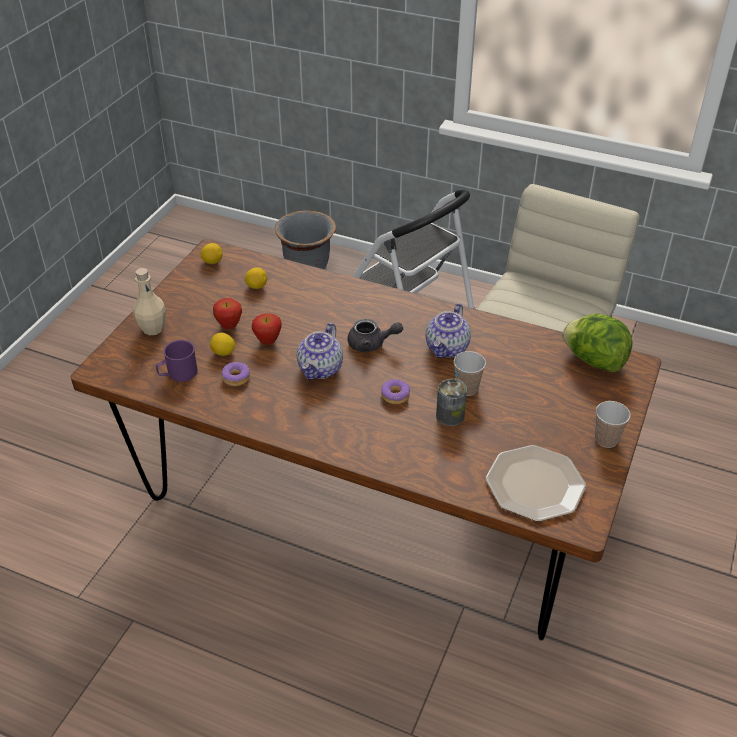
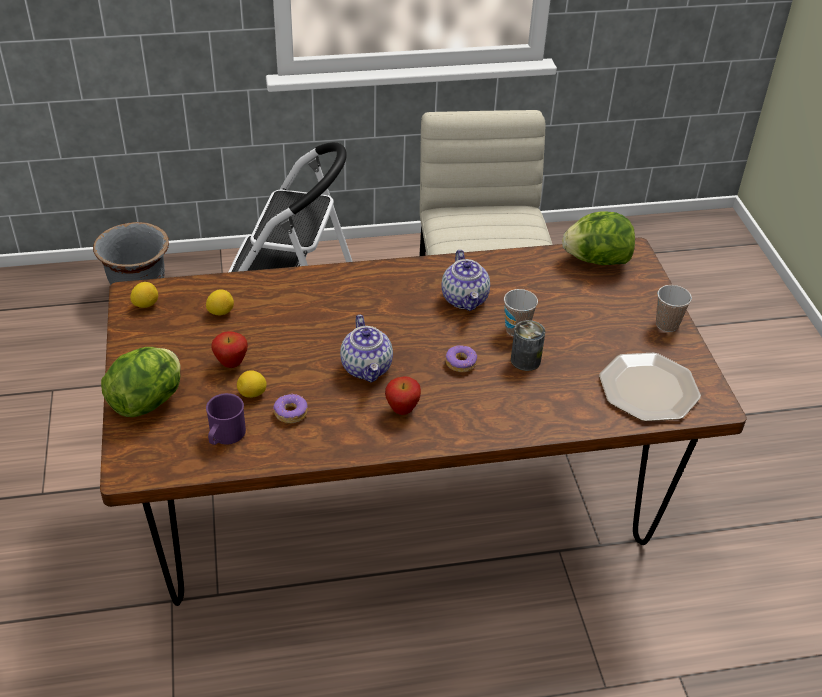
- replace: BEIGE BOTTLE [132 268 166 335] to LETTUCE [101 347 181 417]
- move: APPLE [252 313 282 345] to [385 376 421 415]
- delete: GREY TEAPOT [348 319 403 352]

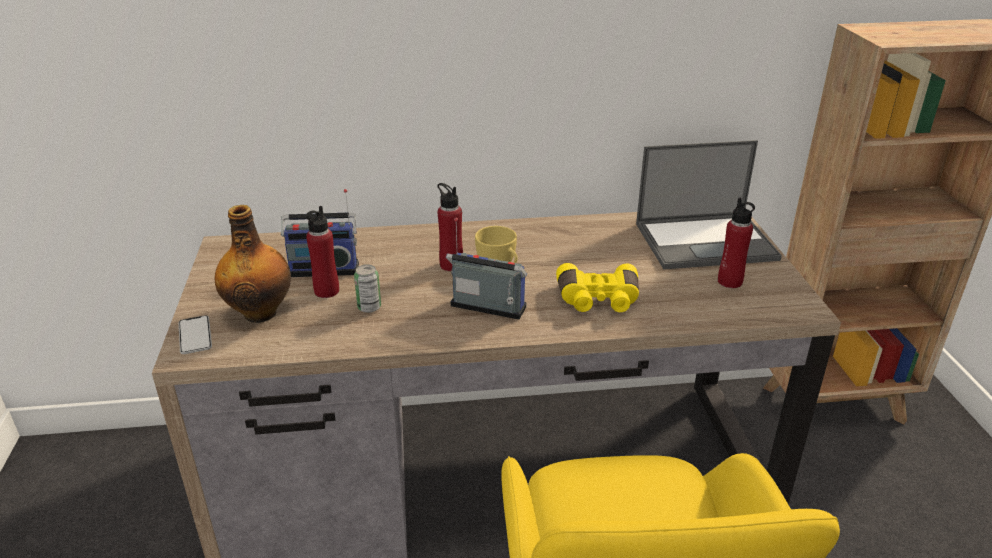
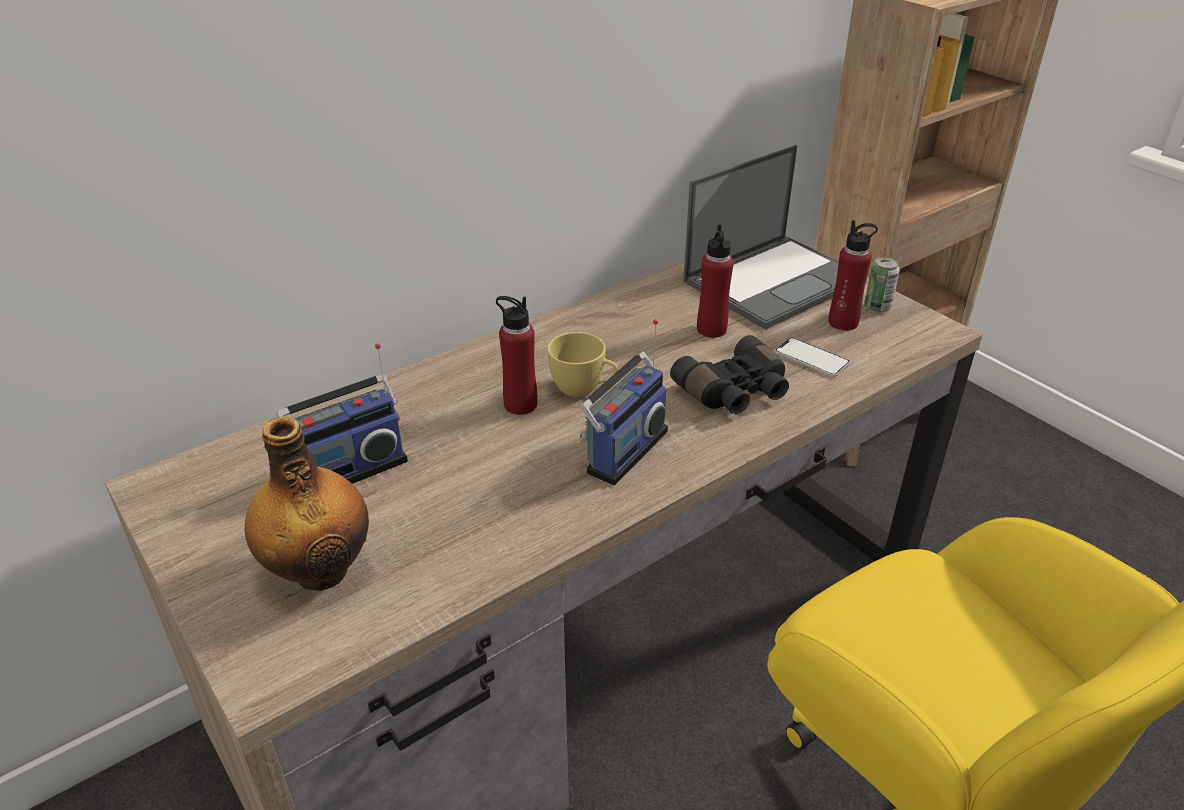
- move: RED BOTTLE [306 206 339 298] to [697 225 734 338]
- rotate: RADIO [446 218 527 319] = [579 319 668 486] 135 degrees clockwise
- recolor: YELLOW BINOCULARS [556 263 639 312] to BLACK BINOCULARS [670 335 789 414]
- move: CAN [354 264 381 313] to [864 257 900 312]
- move: PHONE [178 315 212 354] to [775 337 850 377]

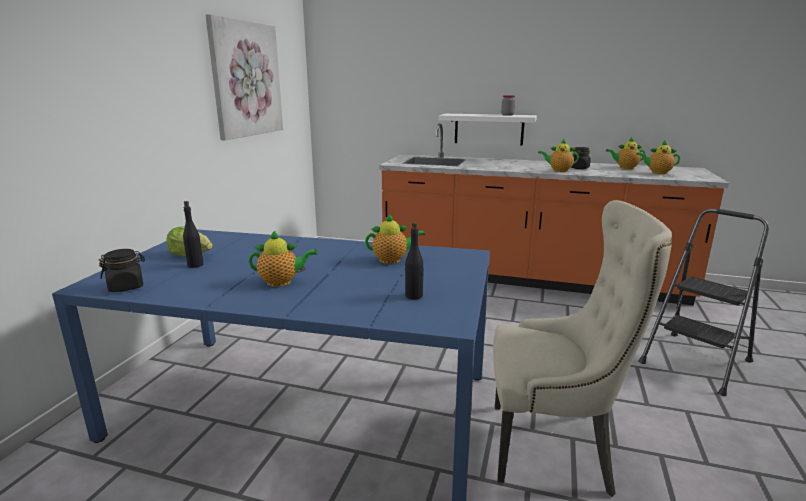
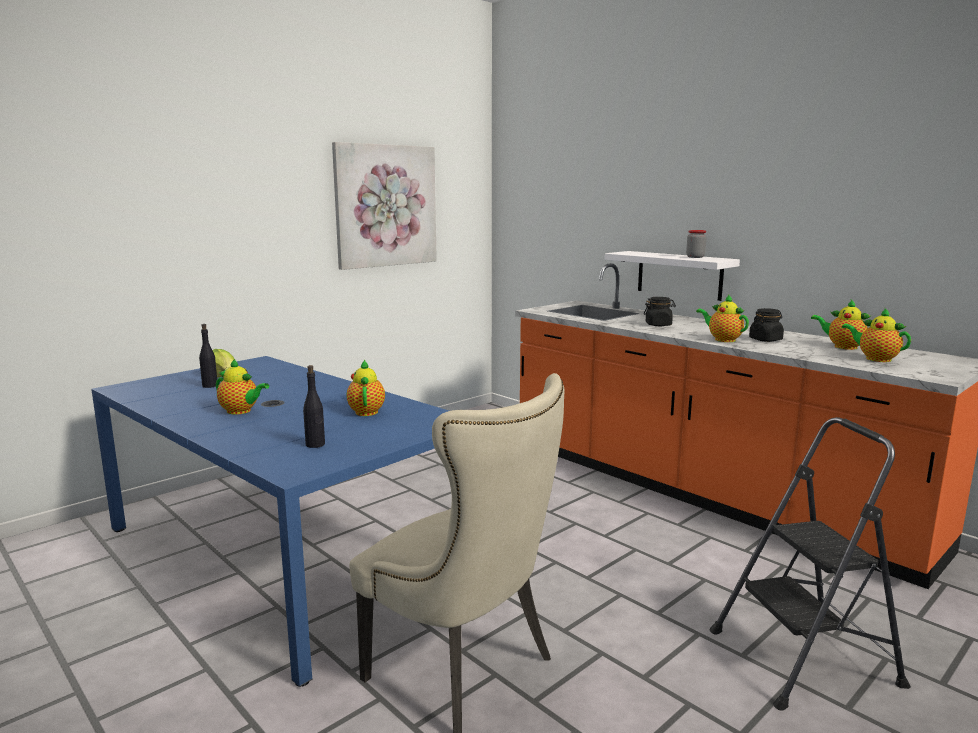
- rotate: TEAPOT [365 214 425 264] = [347 359 385 416] 120 degrees counterclockwise
- move: BLACK JAR [99 249 145 292] to [644 297 676 326]

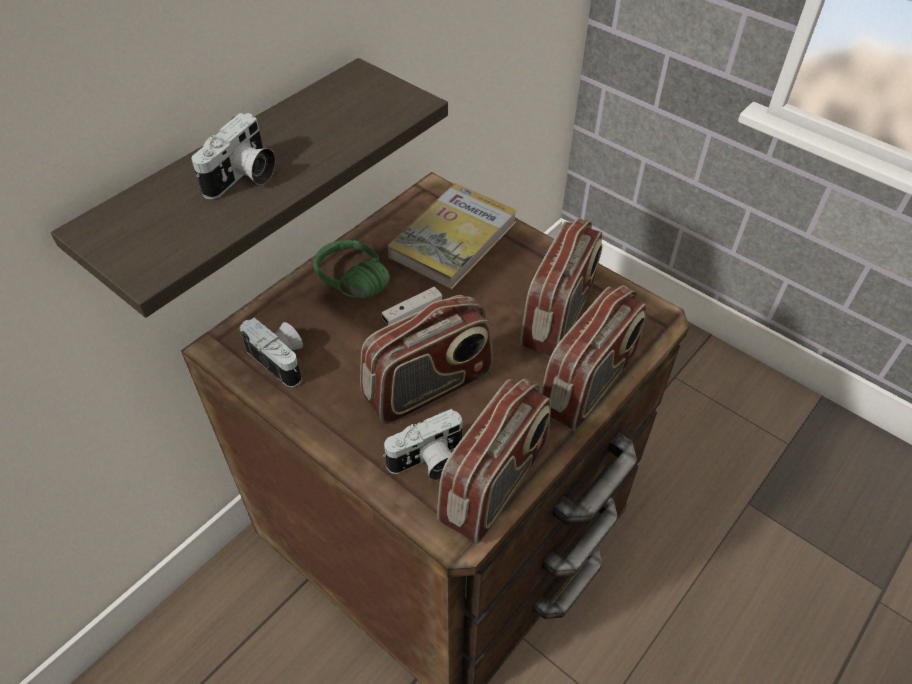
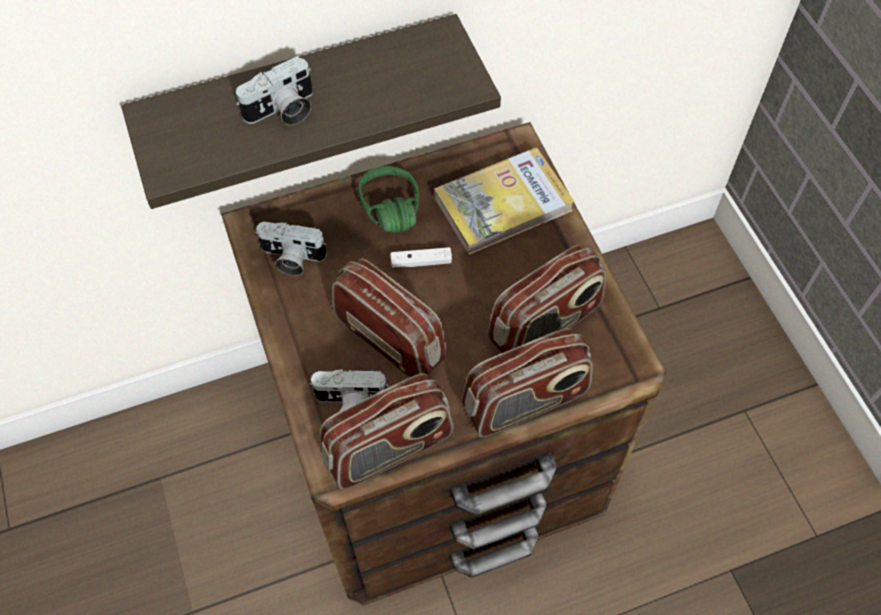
- rotate: RADIO [360 295 493 424] = [332 258 447 378] 135 degrees counterclockwise
- rotate: PHOTO CAMERA [240 318 303 387] = [256 222 327 276] 120 degrees clockwise

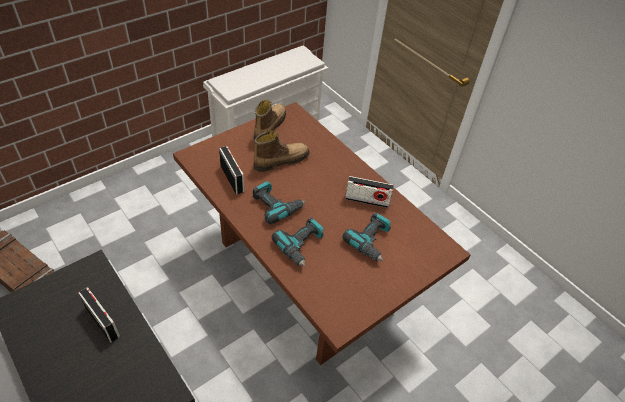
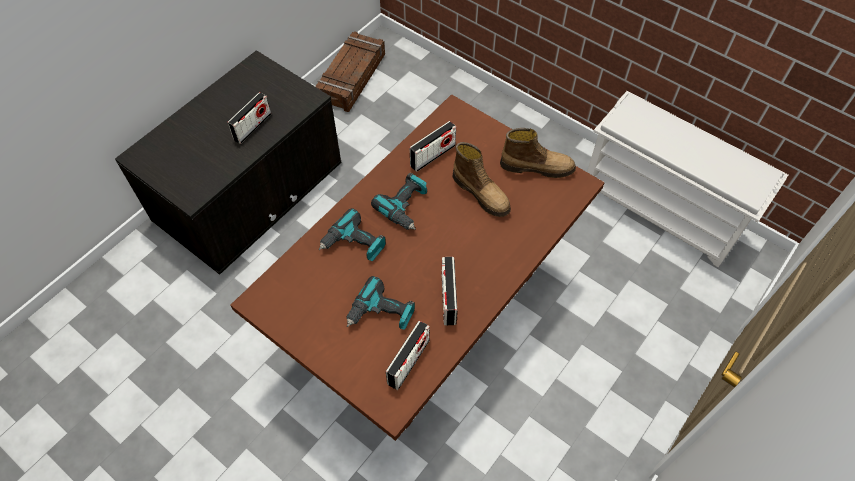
- insert: RADIO [386 321 430 390]

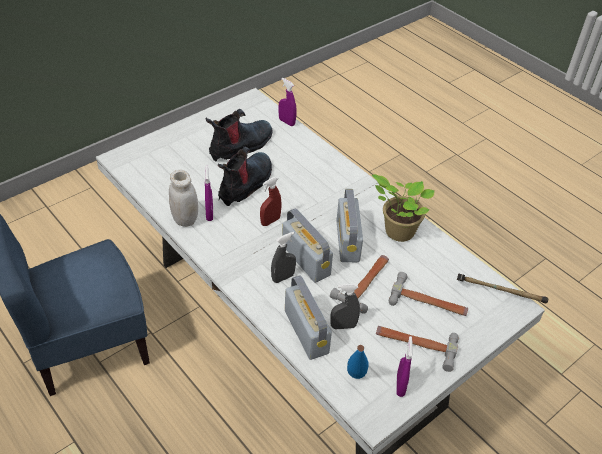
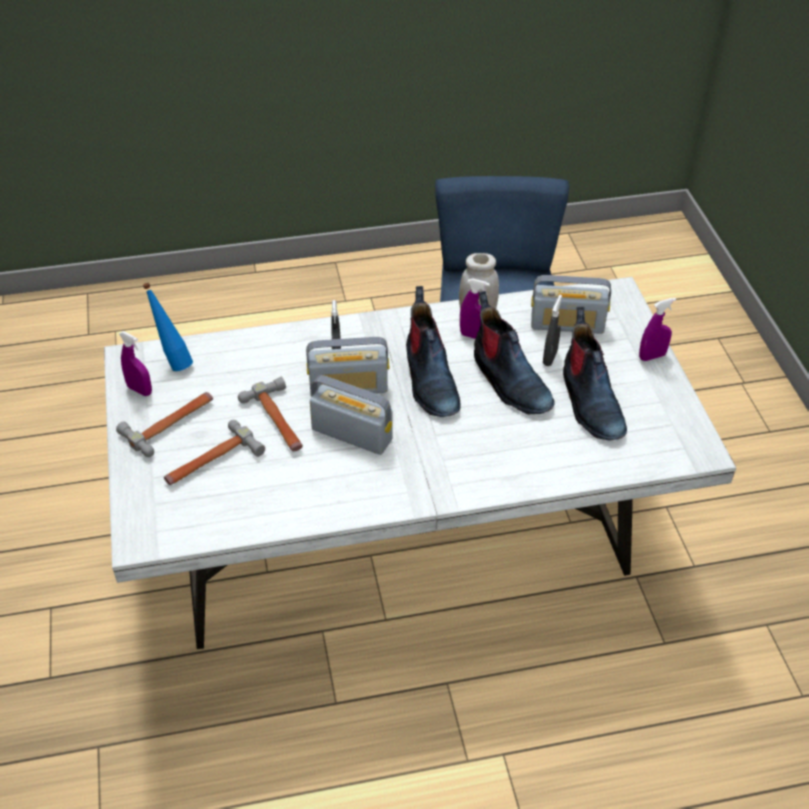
- move: PURPLE SPRAY BOTTLE [278 78 297 126] to [639 298 676 361]
- delete: POTTED PLANT [372 174 435 242]
- replace: RED SPRAY BOTTLE [260 177 282 226] to BOOT [406 286 461 417]
- delete: HAMMER [457 274 549 303]
- move: RADIO [285 275 332 360] to [531 275 611 334]
- move: GREY SPRAY BOTTLE [330 284 360 329] to [543 294 562 366]

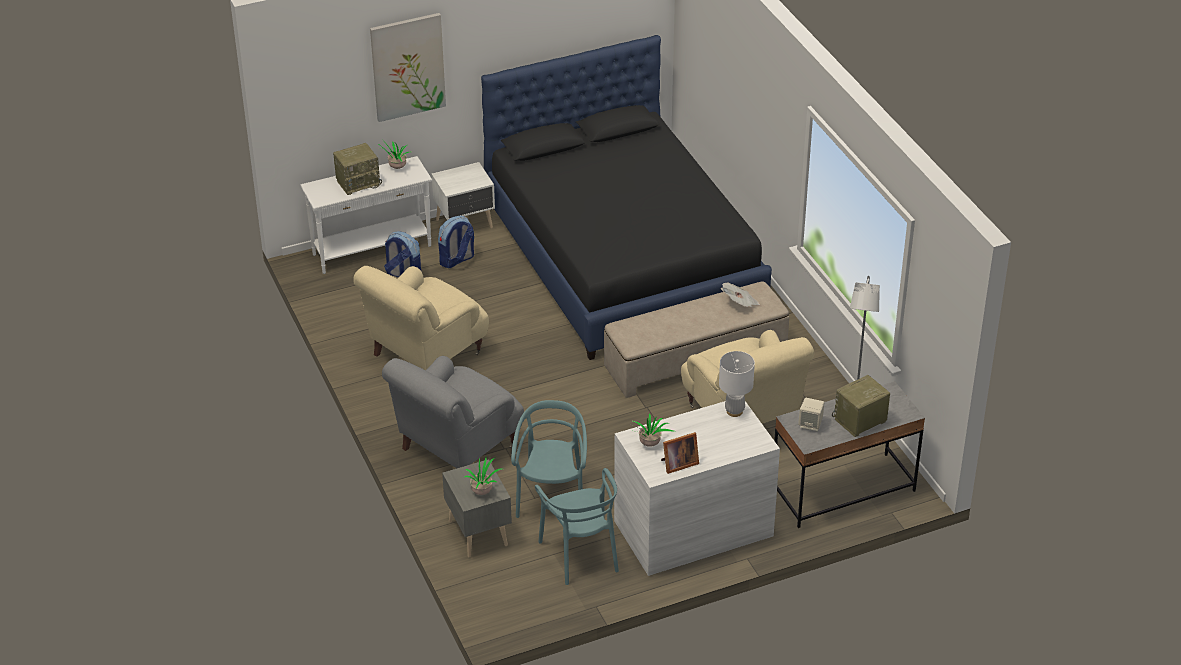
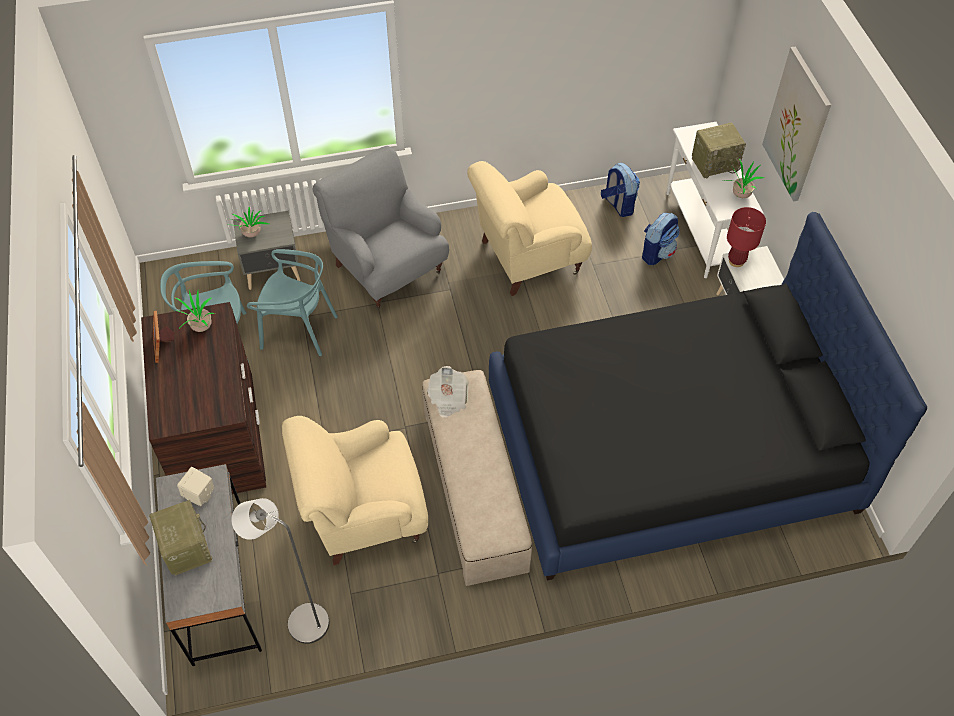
- rotate: RADIO [333 143 382 195] = [692 123 746 178] 90 degrees counterclockwise
- move: BACKPACK [438 216 474 268] to [601 163 640 217]
- rotate: BEIGE ARMCHAIR [353 266 489 370] = [467 161 592 296] 75 degrees counterclockwise
- move: NEWSPAPER [721 283 760 307] to [427 366 469 418]
- delete: WHITE TABLE LAMP [719 351 755 417]
- recolor: WHITE DRESSER [614 401 780 576] to BROWN DRESSER [141 302 266 494]
- insert: RED TABLE LAMP [727 207 766 267]

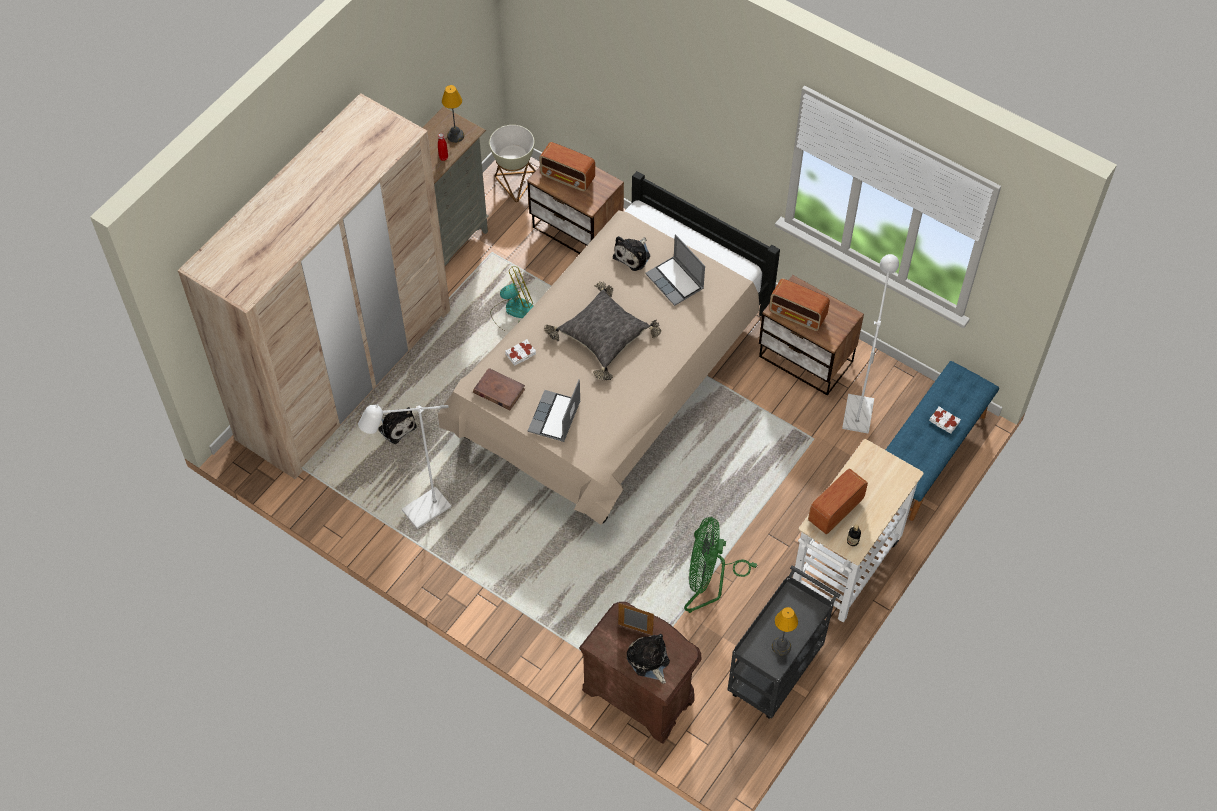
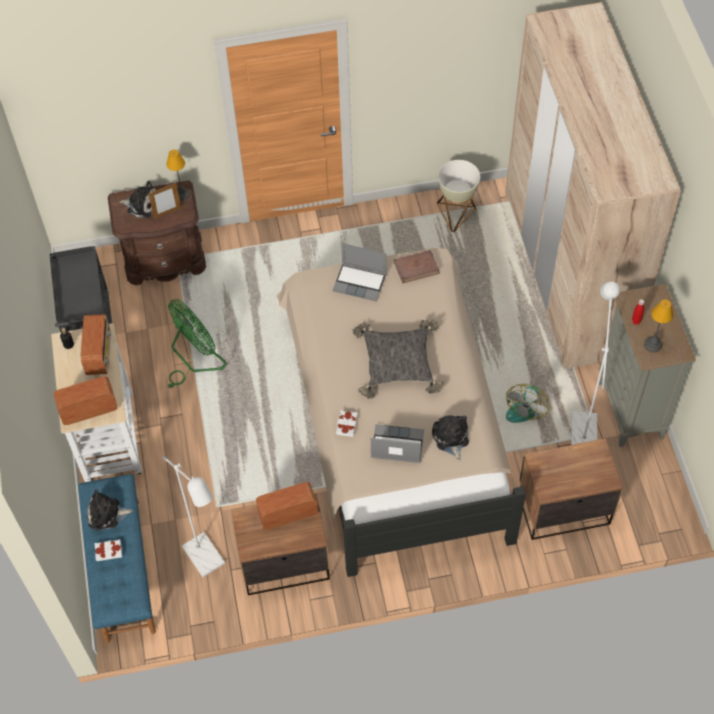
- move: PLANTER [489 125 536 202] to [437 160 480 232]
- move: RADIO [539 142 595 192] to [53 376 117 425]
- move: WHITE BOOK [505 339 536 366] to [336 410 357 437]
- rotate: LAPTOP [528 379 581 442] = [333 243 386 302] 135 degrees clockwise
- move: WHITE FLOOR LAMP [358 404 451 529] to [571 281 620 445]
- move: PLUSH TOY [379 407 417 444] to [87 489 133 530]
- move: TABLE LAMP [772 607 798 656] to [166 150 190 201]

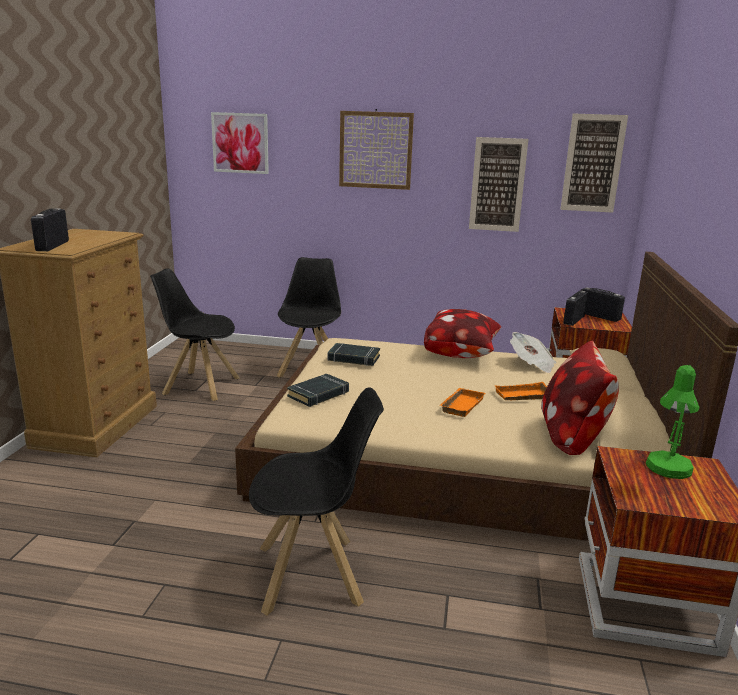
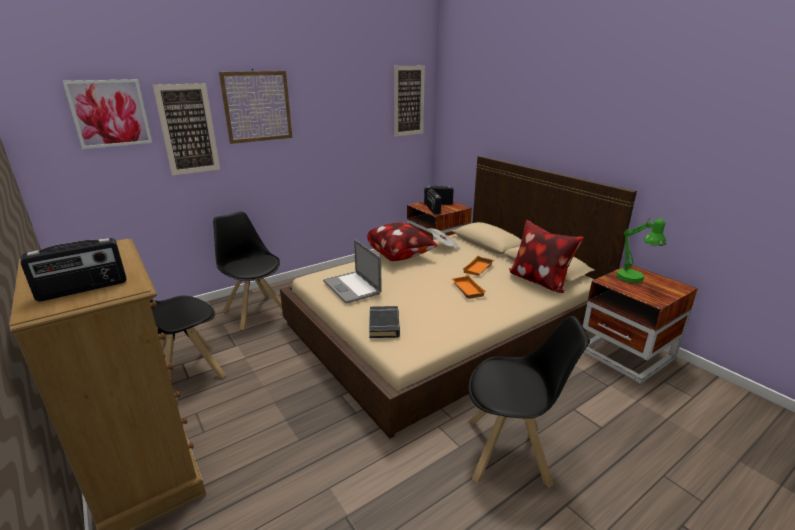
- move: PICTURE [469 137 528 232] to [153 83 220 176]
- rotate: RADIO [31 208 69 251] = [20 238 127 301] 75 degrees counterclockwise
- replace: BLACK BOOK [328 343 380 366] to LAPTOP [323 239 382 303]
- rotate: BLACK CHAIR [249 387 384 615] = [468 316 590 488] 60 degrees clockwise

